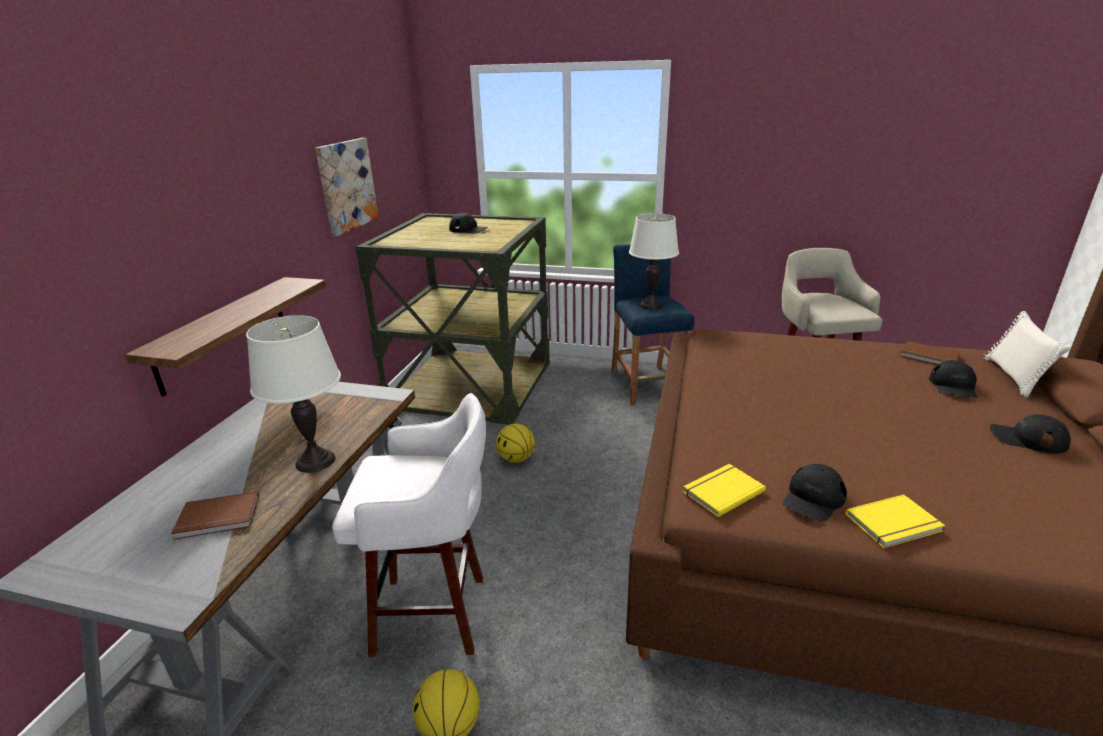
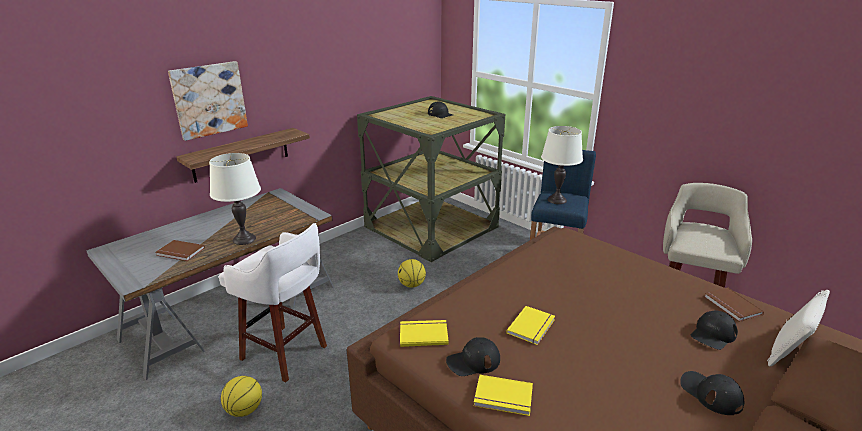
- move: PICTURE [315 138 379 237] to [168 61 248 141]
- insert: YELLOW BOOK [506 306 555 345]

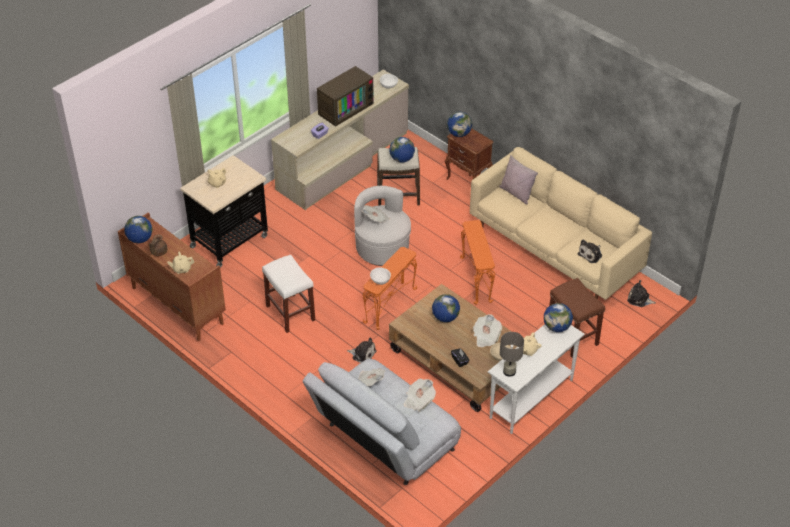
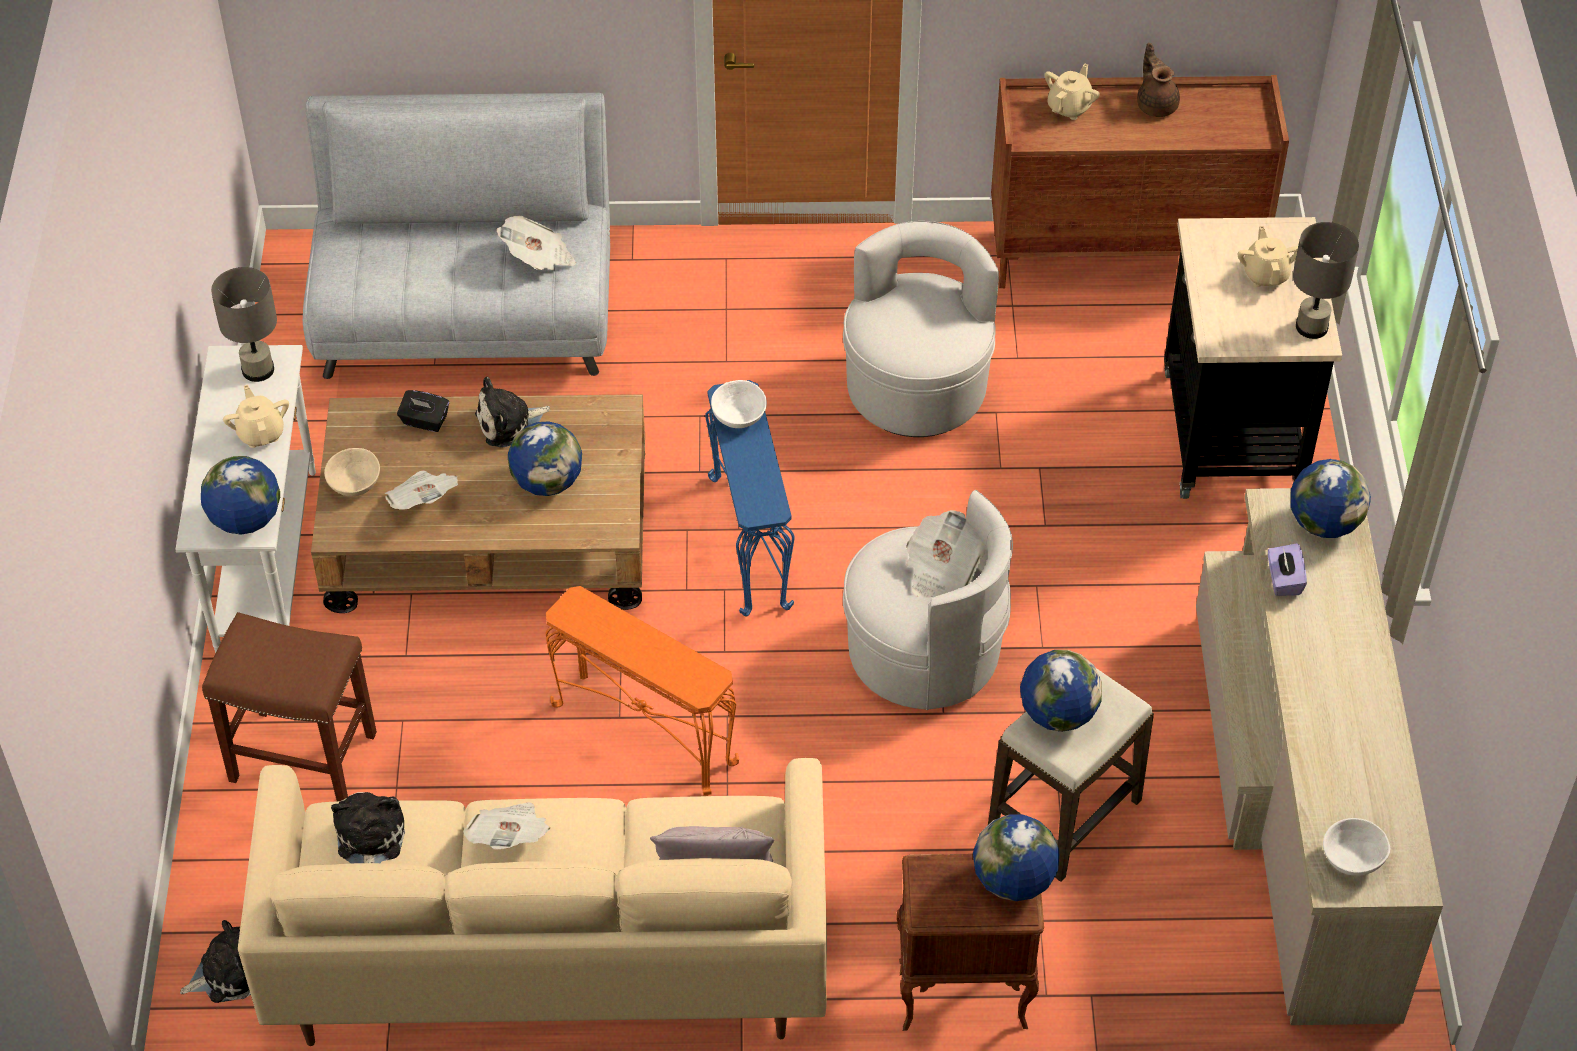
- delete: TELEVISION [317 66 374 127]
- move: GLOBE [125 216 153 243] to [1291 459 1371 538]
- recolor: ORANGE SIDE TABLE [363 247 417 330] to BLUE SIDE TABLE [705 380 795 616]
- replace: WHITE STOOL [262 255 315 333] to WHITE ARMCHAIR [843 221 999 437]
- move: PLUSH TOY [347 338 377 363] to [475 377 550 448]
- move: NEWSPAPER [404 378 436 412] to [463 802 550 849]
- insert: GREY TABLE LAMP [1293 222 1359 339]

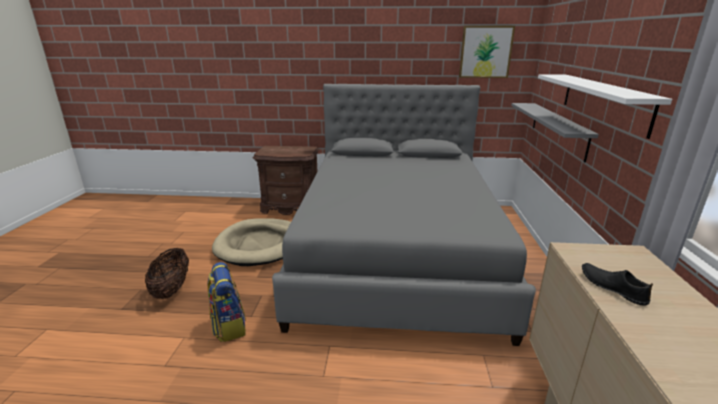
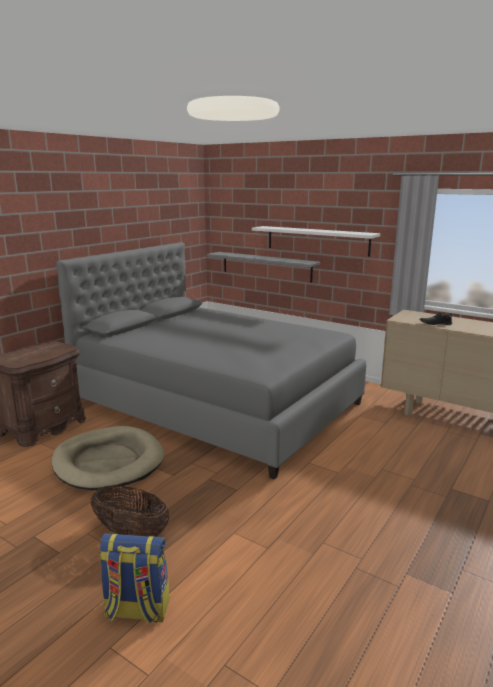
- delete: PICTURE [459 26 515 78]
- move: BACKPACK [207 262 246 342] to [99 533 169 625]

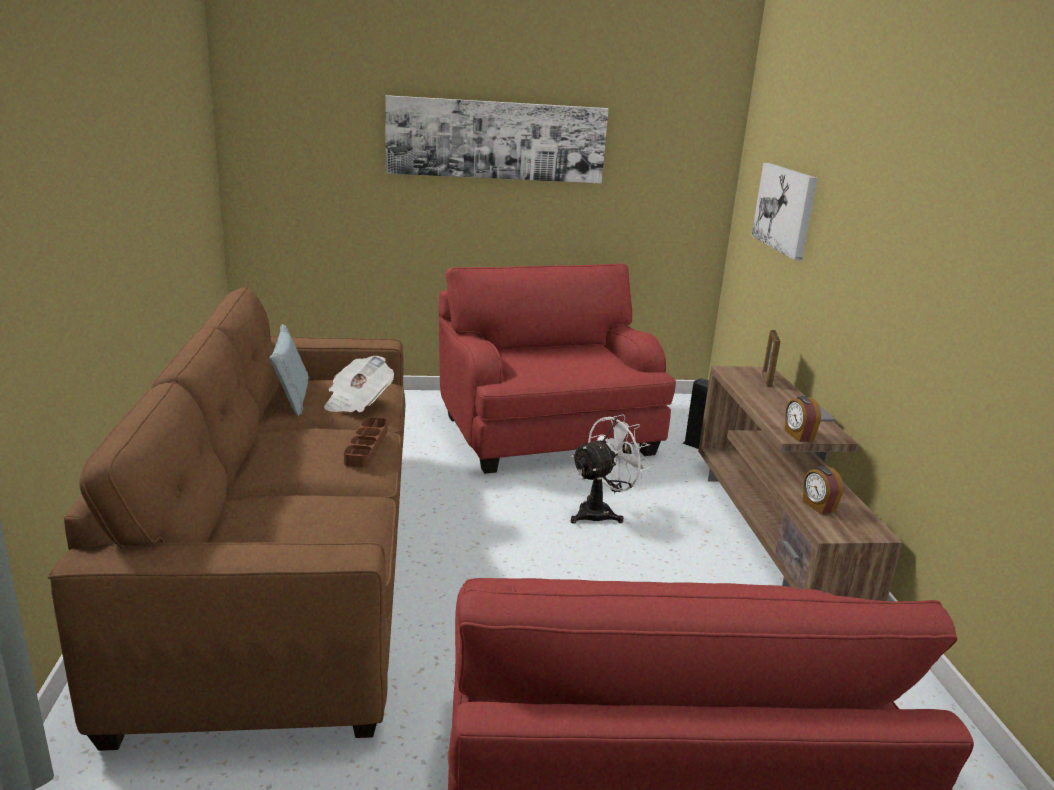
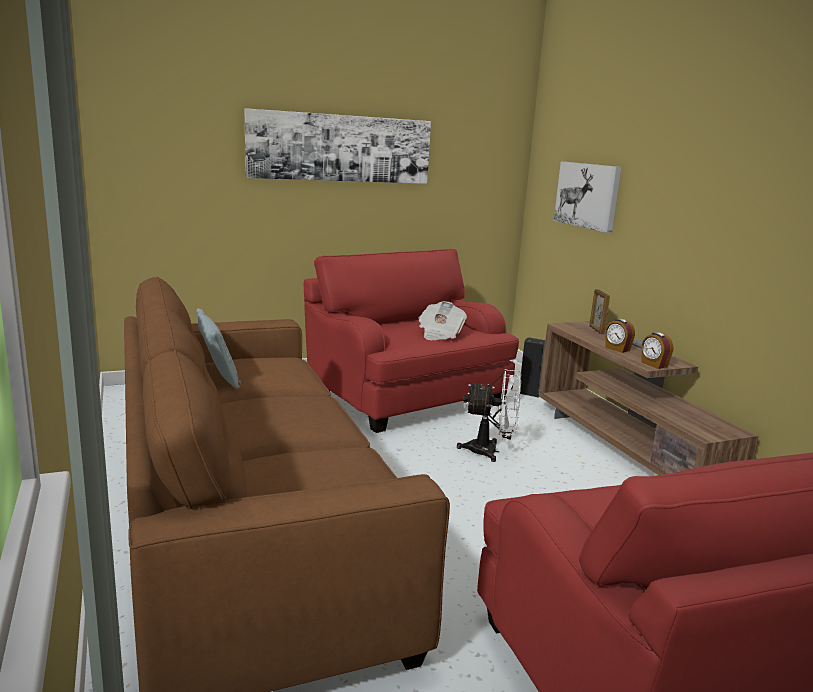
- move: NEWSPAPER [324 356 394 412] to [418 301 467 340]
- rotate: WHITE FAN [571 414 652 524] = [457 369 522 462] 60 degrees clockwise
- delete: BROWN TRAY [344 417 388 468]
- move: ALARM CLOCK [803 466 843 515] to [605 319 635 353]

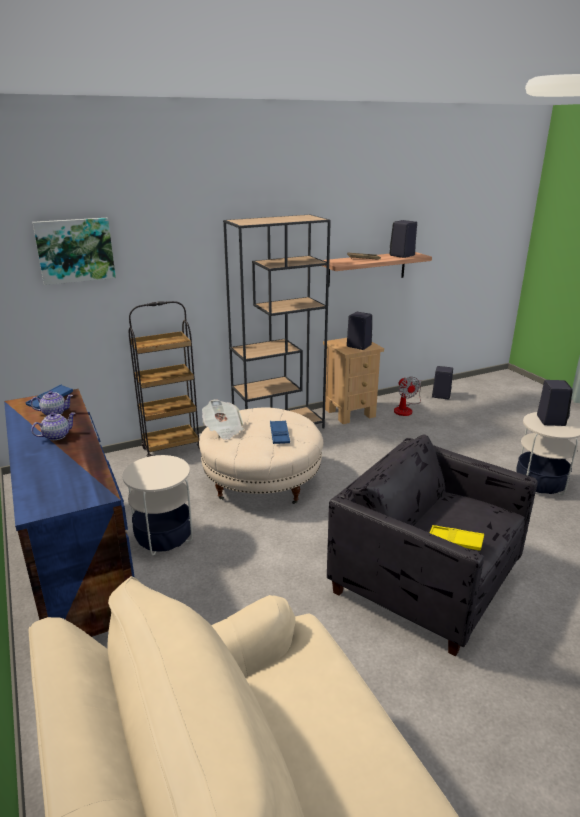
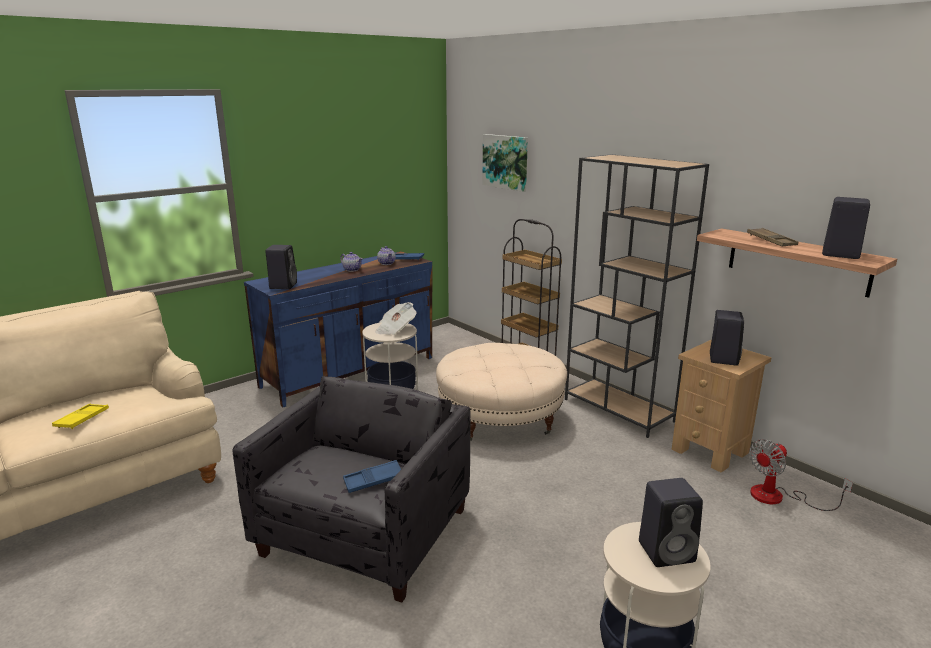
- move: BLACK SPEAKER [432 366 453 399] to [265 245 297 289]
- move: NEWSPAPER [202 399 244 440] to [375 302 416 335]
- move: BLUE TRAY [270 420 290 444] to [343 460 401 493]
- move: YELLOW TRAY [430 525 484 551] to [52 404 109 429]

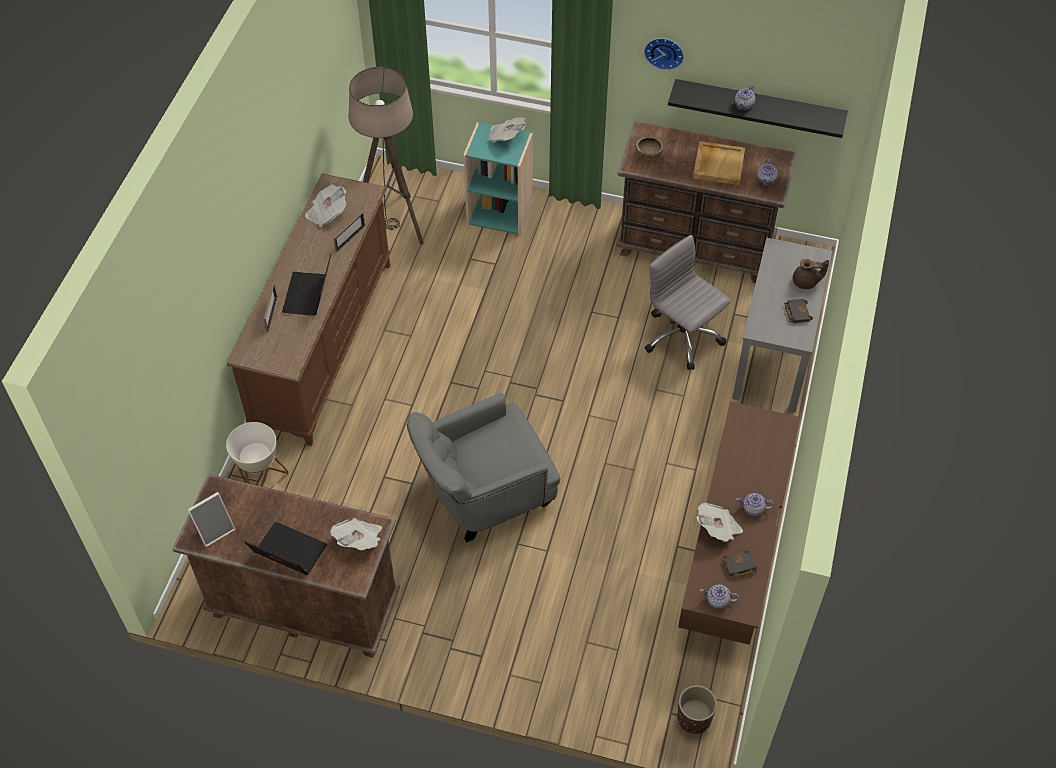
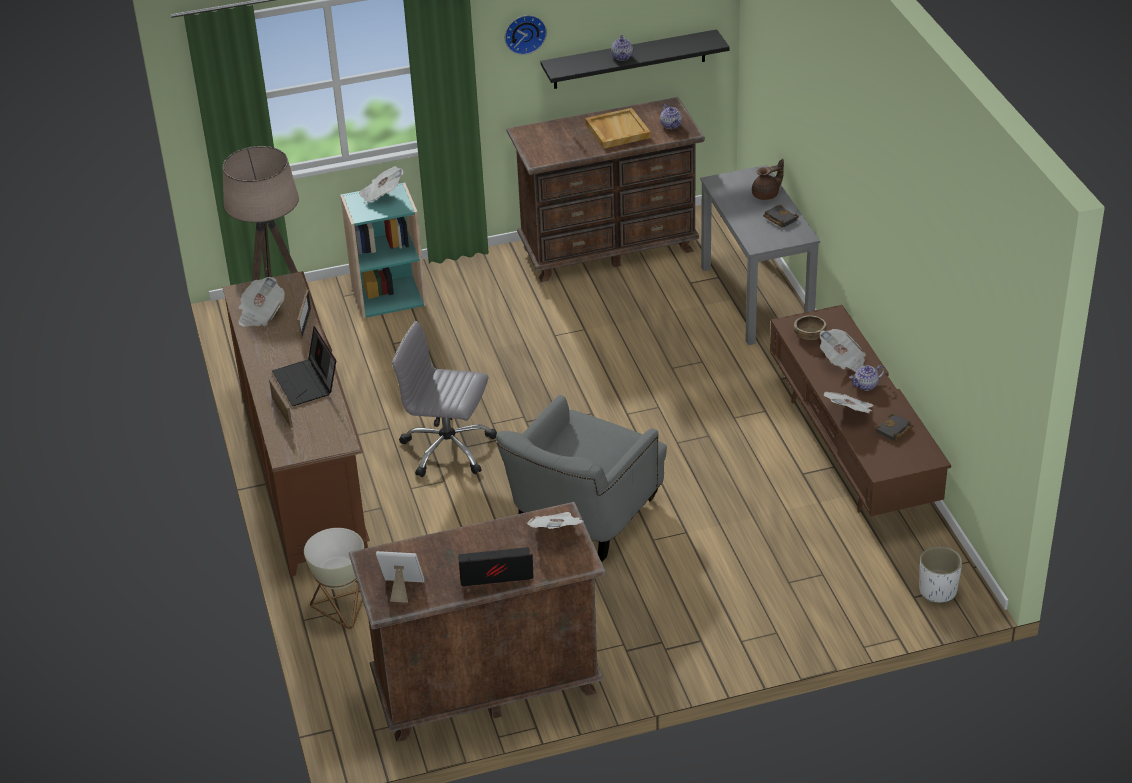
- move: BROWN BOWL [636 137 663 159] to [794 315 826 340]
- move: GREY OFFICE CHAIR [645 235 731 370] to [392 321 497 477]
- rotate: PICTURE FRAME [188 492 236 547] = [376 551 424 603] 105 degrees counterclockwise
- delete: TEAPOT [700 585 739 609]
- recolor: BROWN PLANTER [677 685 717 734] to WHITE PLANTER [919 546 962 603]
- insert: NEWSPAPER [820 329 866 372]

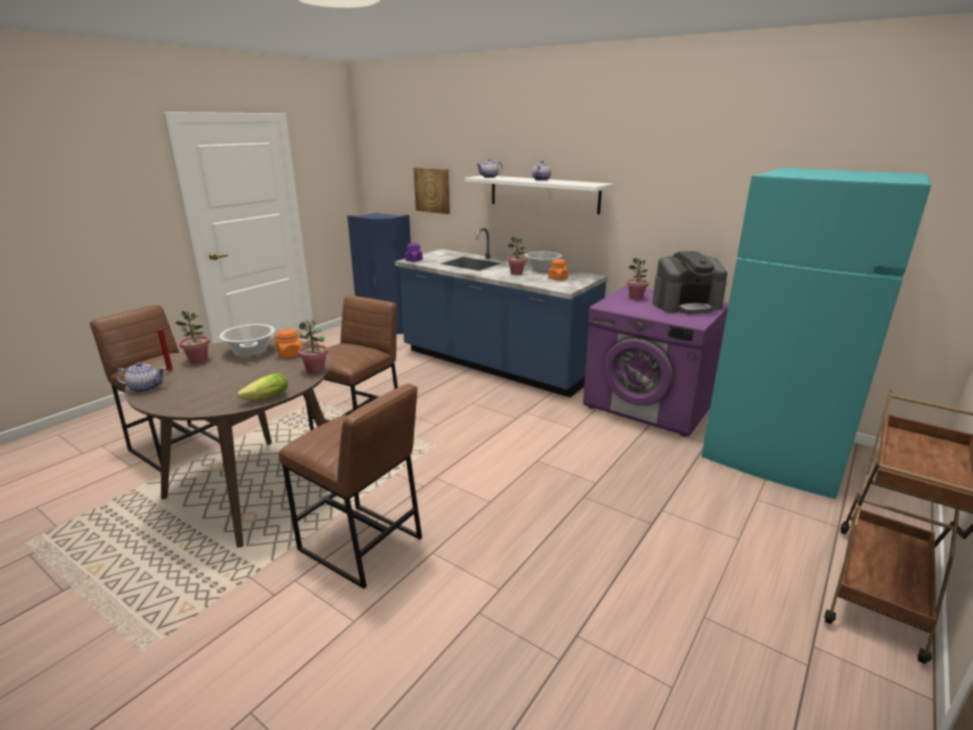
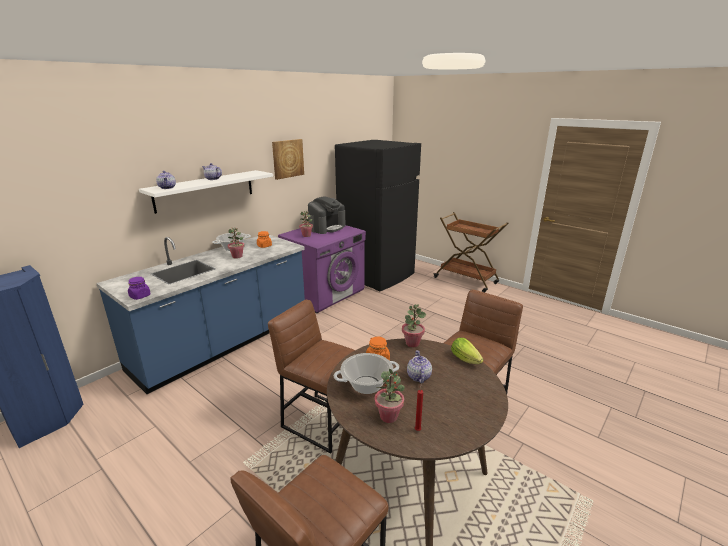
- move: PICTURE [414 167 450 214] to [272 139 304 180]
- recolor: TURQUOISE FRIDGE [701 168 931 499] to BLACK FRIDGE [335 140 421 291]
- rotate: COFFEE MACHINE [652 251 727 314] = [308 196 345 234] 45 degrees clockwise
- move: TEAPOT [115 362 166 393] to [407 350 432 383]

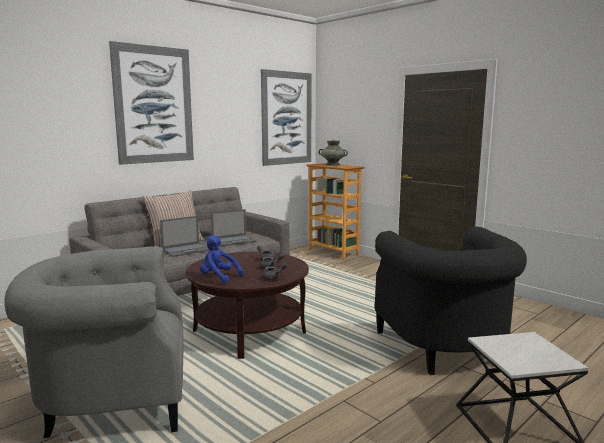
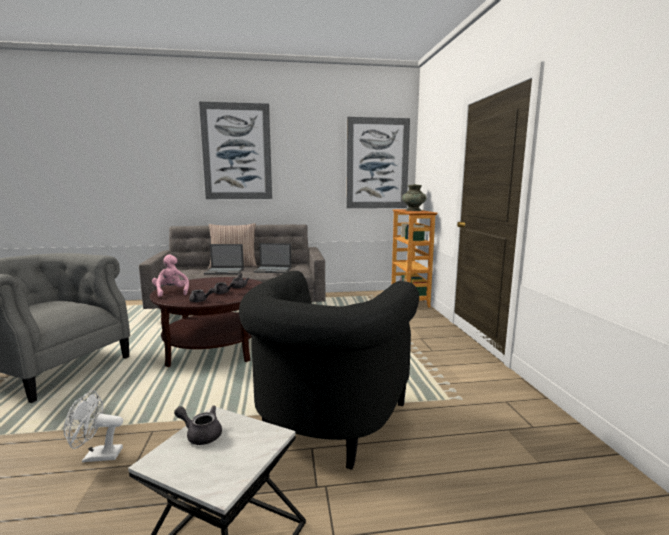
- recolor: BLUE PLUSH TOY [200 235 244 283] to PINK PLUSH TOY [152 254 189 297]
- insert: WHITE FAN [64 390 123 462]
- insert: GREY TEAPOT [174 405 222 445]

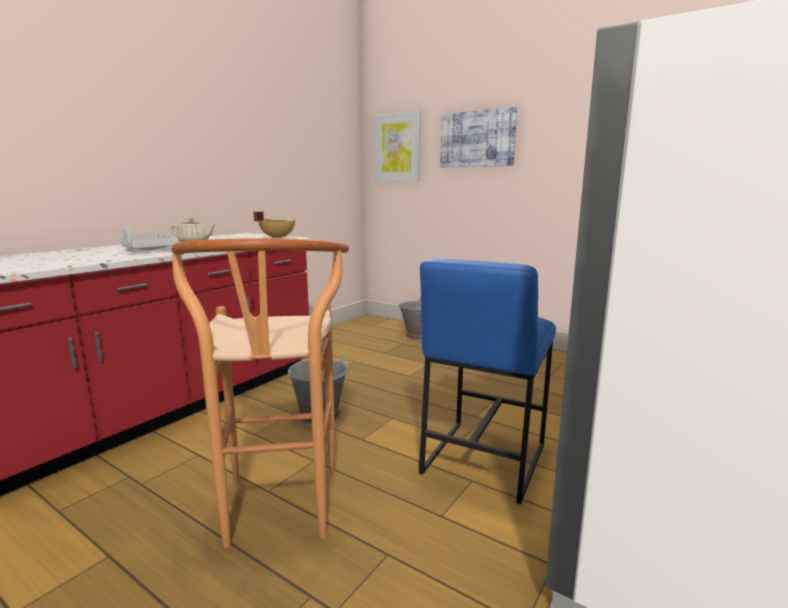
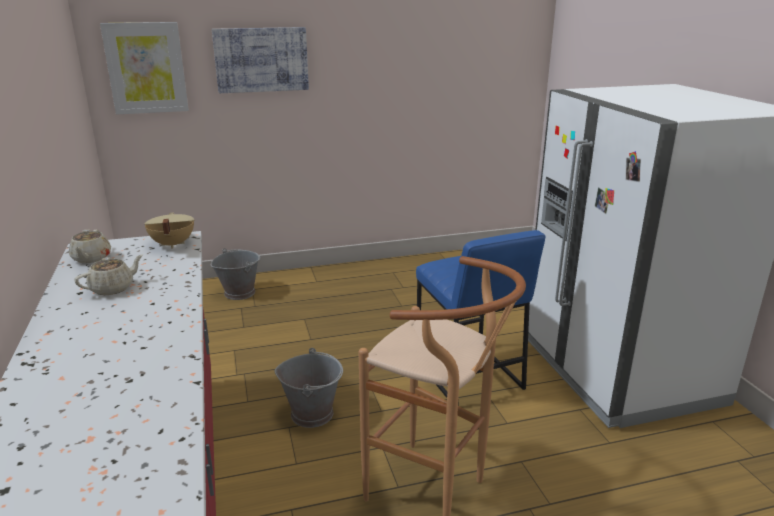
- delete: GREY TRAY [120 228 179 250]
- insert: BEIGE TEAPOT [69 229 111 263]

